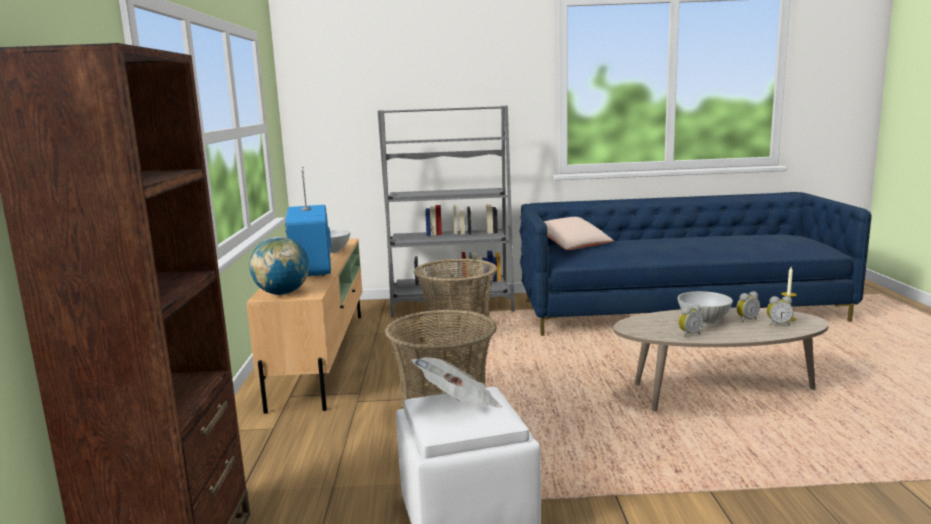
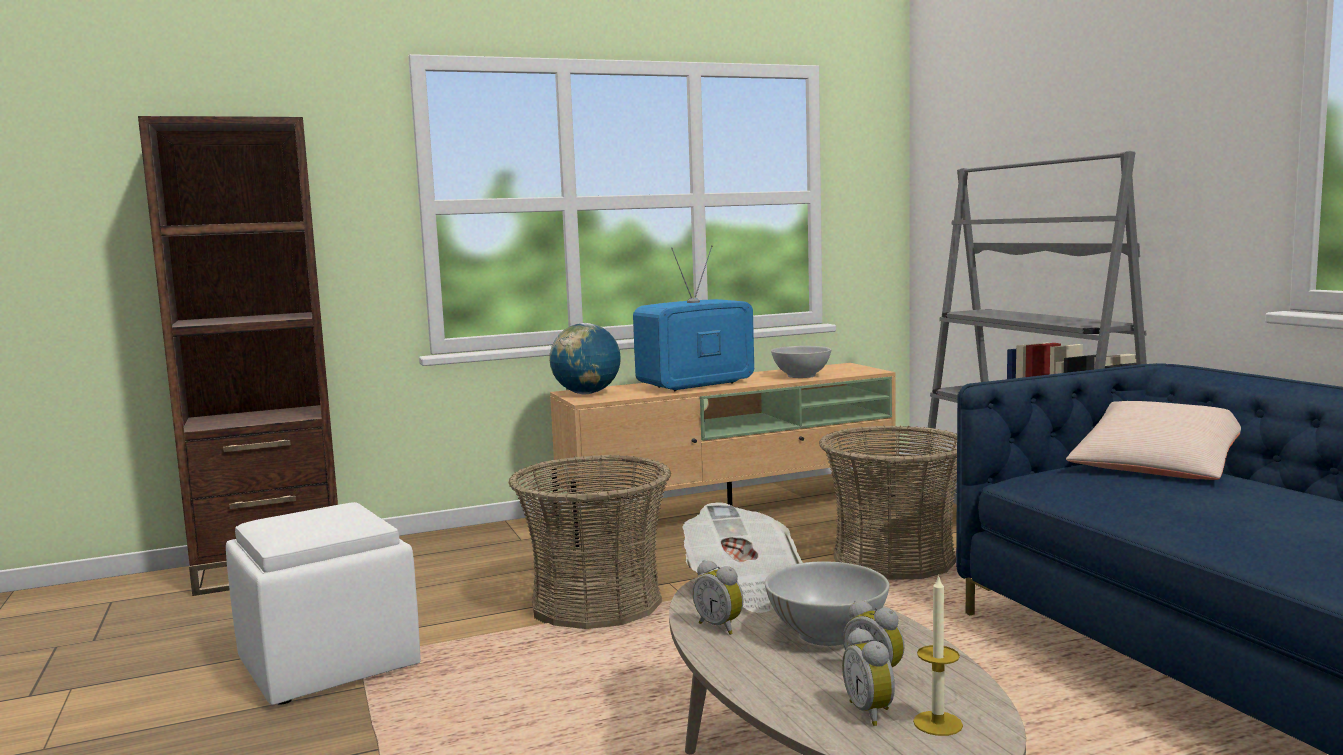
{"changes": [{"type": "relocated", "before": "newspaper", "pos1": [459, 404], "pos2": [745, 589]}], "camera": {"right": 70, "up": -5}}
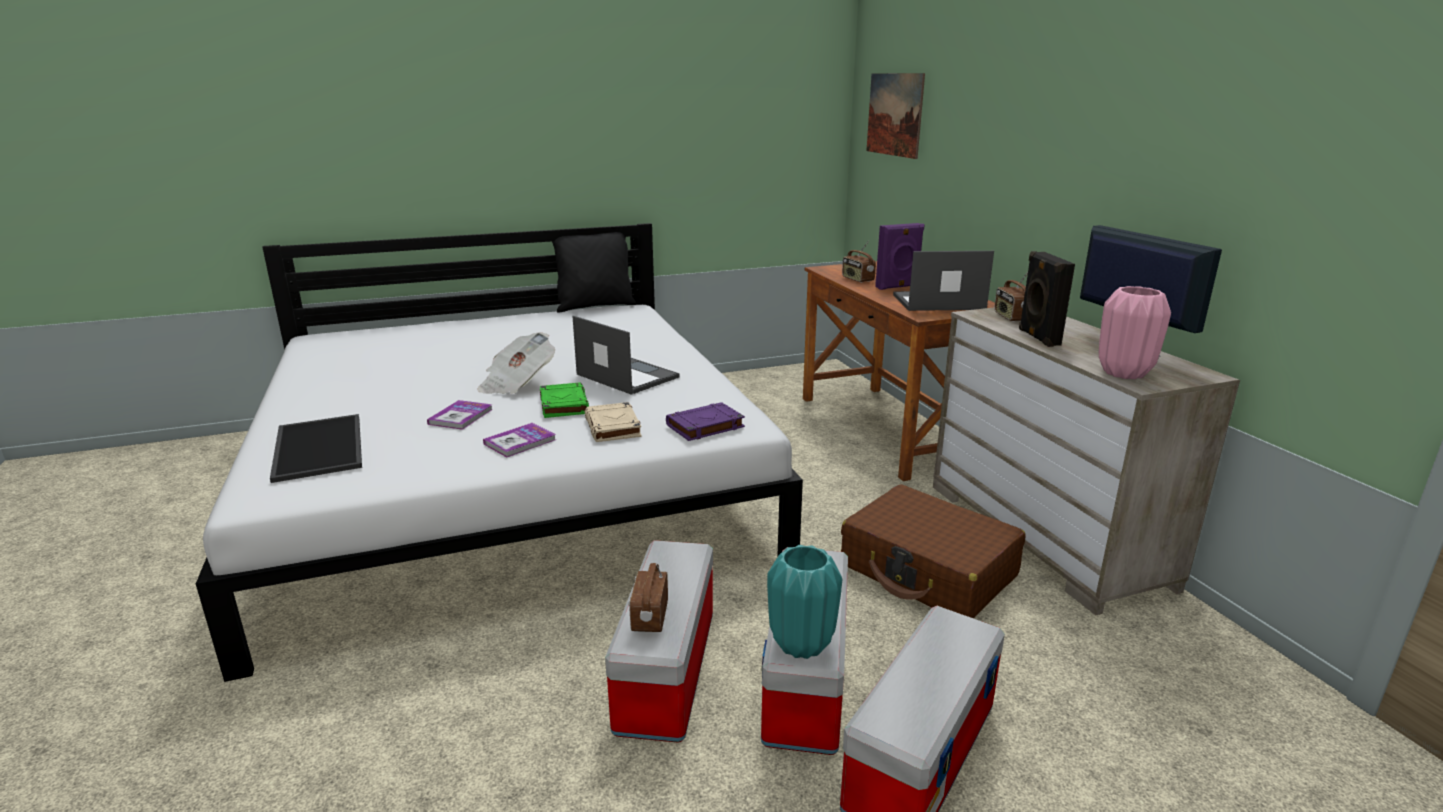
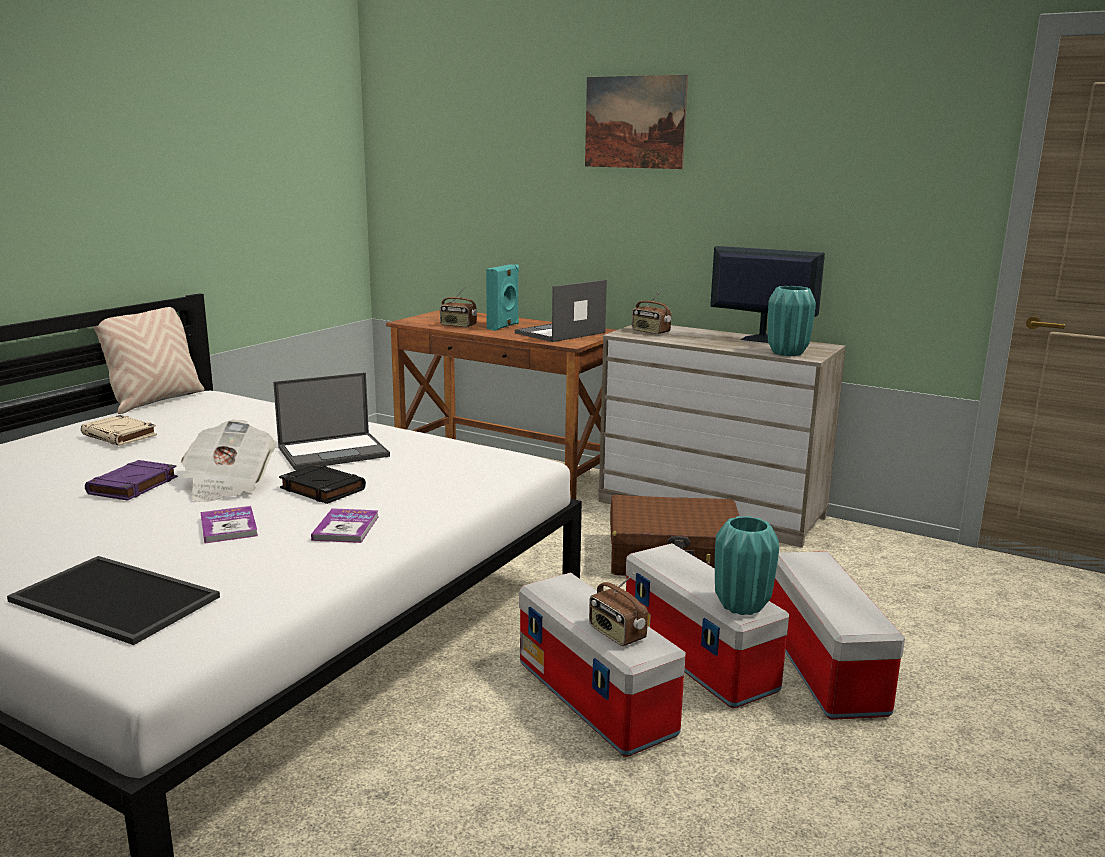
{"changes": [{"type": "colour", "before": "book in green", "after": "book in black", "pos1": [563, 404], "pos2": [321, 489]}, {"type": "colour", "before": "pillow in black", "after": "pillow in beige", "pos1": [595, 306], "pos2": [155, 401]}, {"type": "spun", "before": "laptop", "pos1": [626, 376], "pos2": [334, 452], "turn": 150}, {"type": "relocated", "before": "book in beige", "pos1": [613, 427], "pos2": [120, 435]}, {"type": "relocated", "before": "book in purple", "pos1": [704, 426], "pos2": [132, 486]}, {"type": "relocated", "before": "picture", "pos1": [894, 114], "pos2": [634, 122]}, {"type": "colour", "before": "speaker in purple", "after": "speaker in turquoise", "pos1": [897, 287], "pos2": [504, 326]}, {"type": "missing", "before": "speaker in black", "pos1": [1037, 337]}, {"type": "colour", "before": "vase in pink", "after": "vase in turquoise", "pos1": [1124, 373], "pos2": [787, 353]}], "camera": {"right": -40, "up": -5}}
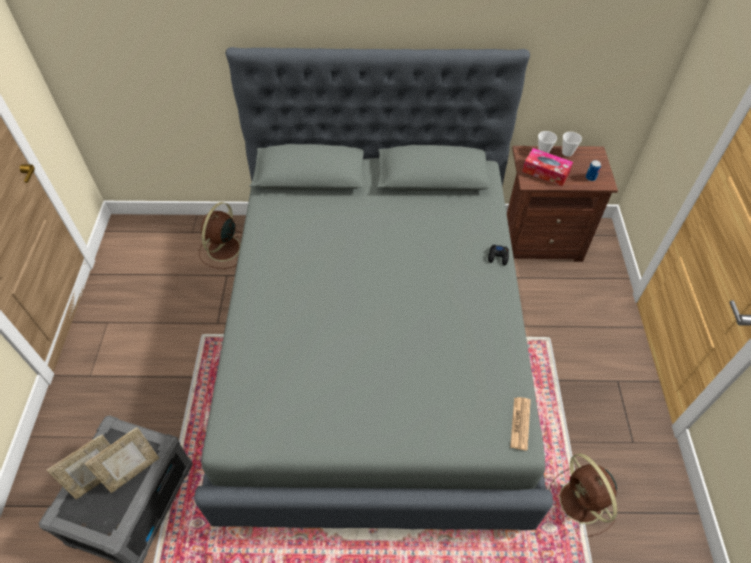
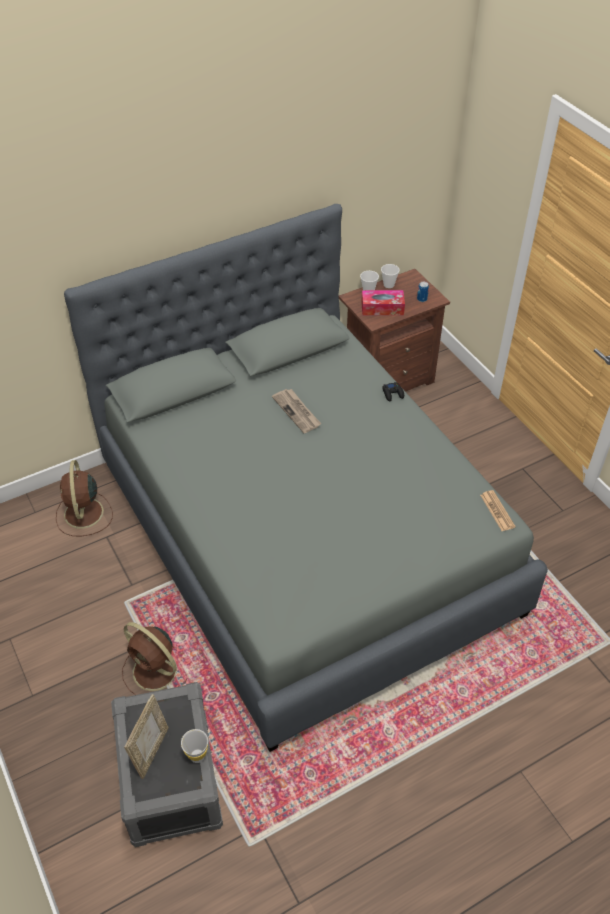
{"changes": [{"type": "missing", "before": "picture frame", "pos1": [133, 471]}, {"type": "relocated", "before": "fan in brown", "pos1": [582, 503], "pos2": [156, 672]}, {"type": "appeared", "after": "cup in white", "pos2": [197, 756]}, {"type": "appeared", "after": "newspaper", "pos2": [297, 412]}], "camera": {"right": -30, "up": -5}}
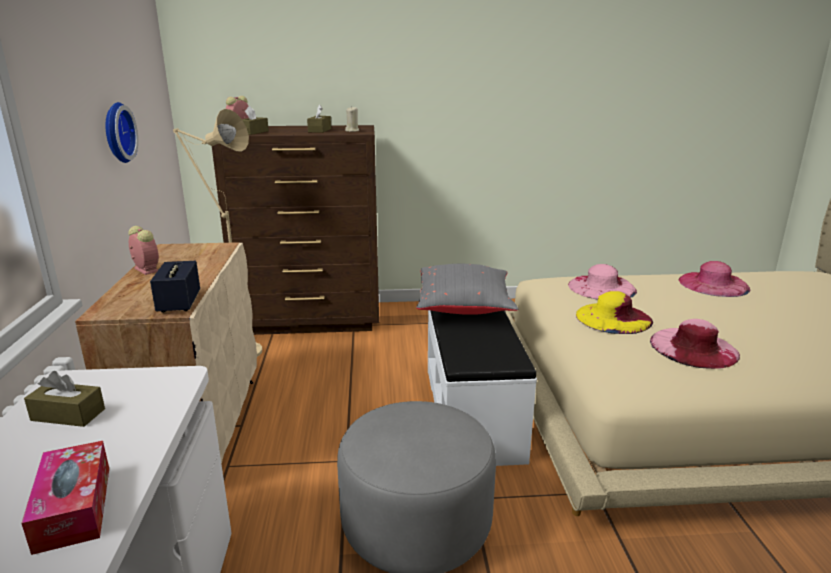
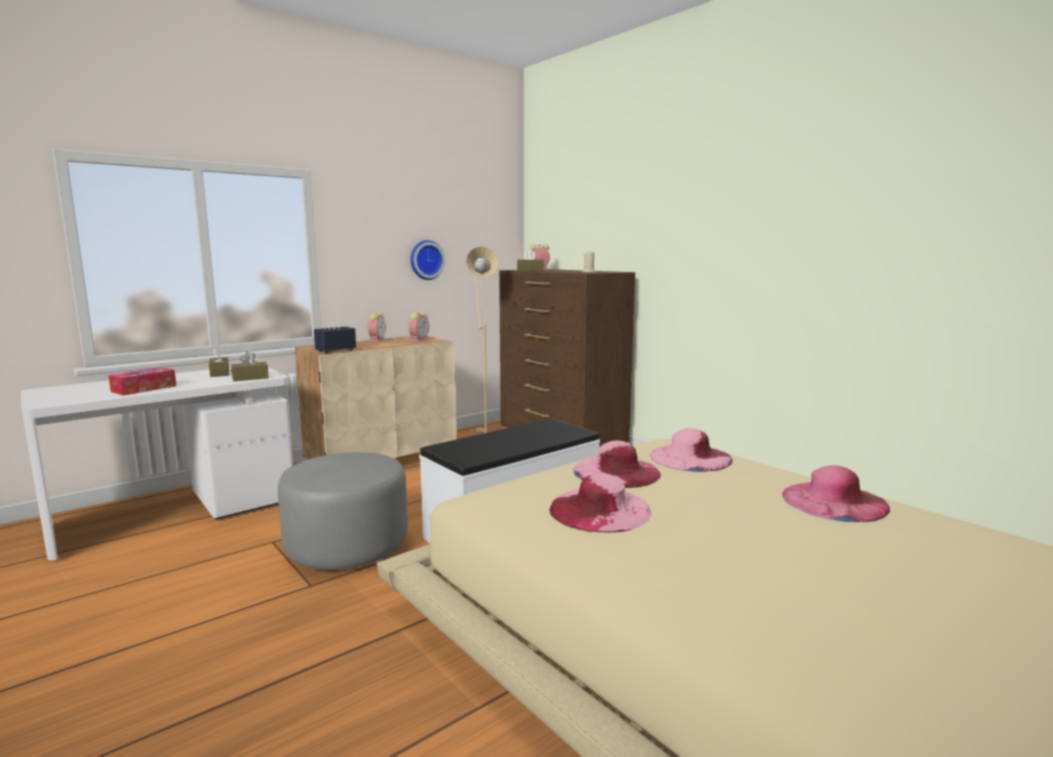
{"changes": [{"type": "relocated", "before": "tissue box in brown", "pos1": [319, 130], "pos2": [250, 378]}, {"type": "missing", "before": "pillow in grey", "pos1": [464, 307]}, {"type": "colour", "before": "hat in yellow", "after": "hat in pink", "pos1": [613, 317], "pos2": [616, 471]}, {"type": "appeared", "after": "alarm clock", "pos2": [419, 340]}], "camera": {"right": 55, "up": -10}}
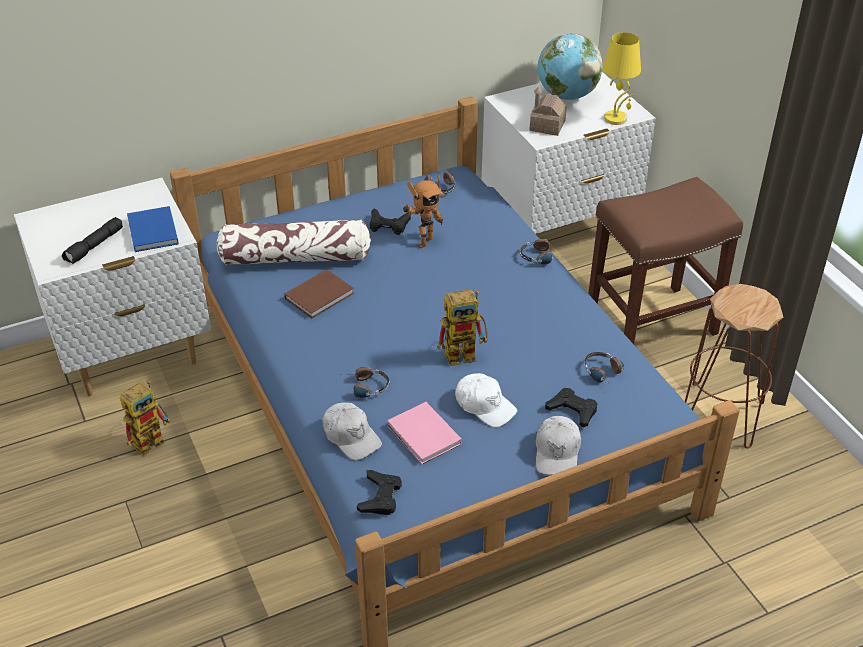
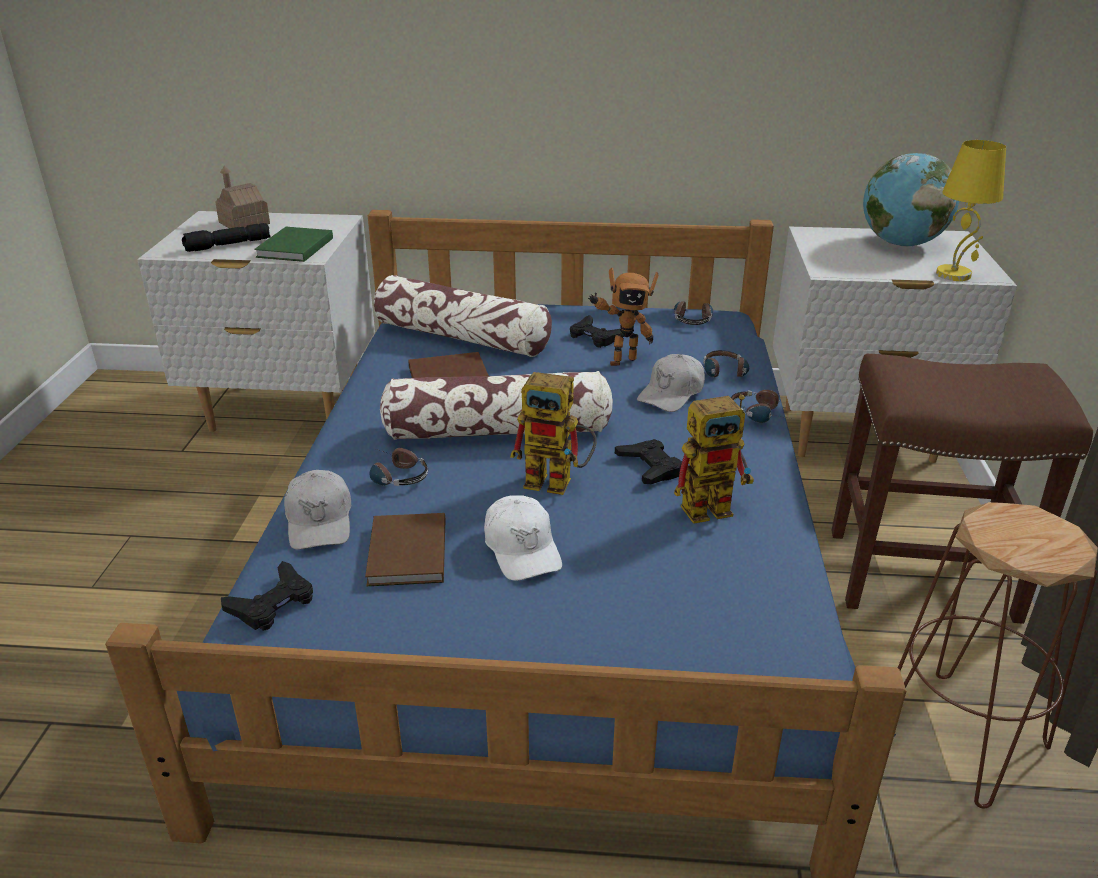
{"changes": [{"type": "relocated", "before": "toy robot", "pos1": [152, 439], "pos2": [714, 506]}, {"type": "colour", "before": "book in blue", "after": "book in green", "pos1": [152, 232], "pos2": [293, 248]}, {"type": "colour", "before": "book in pink", "after": "book in brown", "pos1": [424, 436], "pos2": [406, 555]}, {"type": "relocated", "before": "toy house", "pos1": [547, 126], "pos2": [244, 223]}, {"type": "relocated", "before": "cap in white", "pos1": [557, 452], "pos2": [672, 393]}, {"type": "relocated", "before": "game controller in black", "pos1": [572, 410], "pos2": [649, 467]}, {"type": "relocated", "before": "headphones", "pos1": [606, 374], "pos2": [725, 374]}, {"type": "appeared", "after": "pillow", "pos2": [498, 431]}], "camera": {"right": 30, "up": -10}}
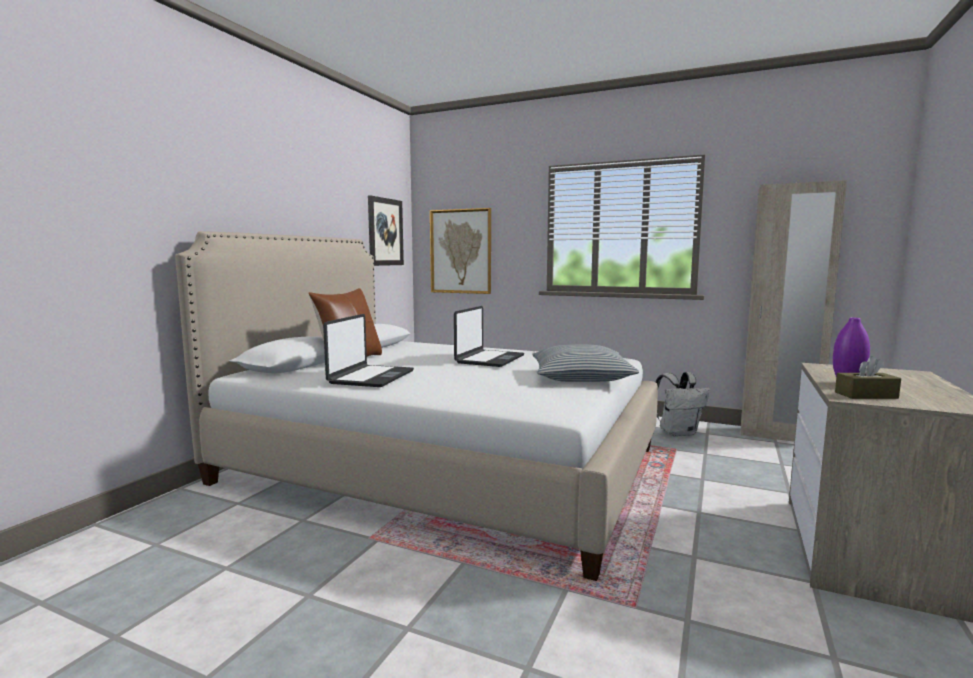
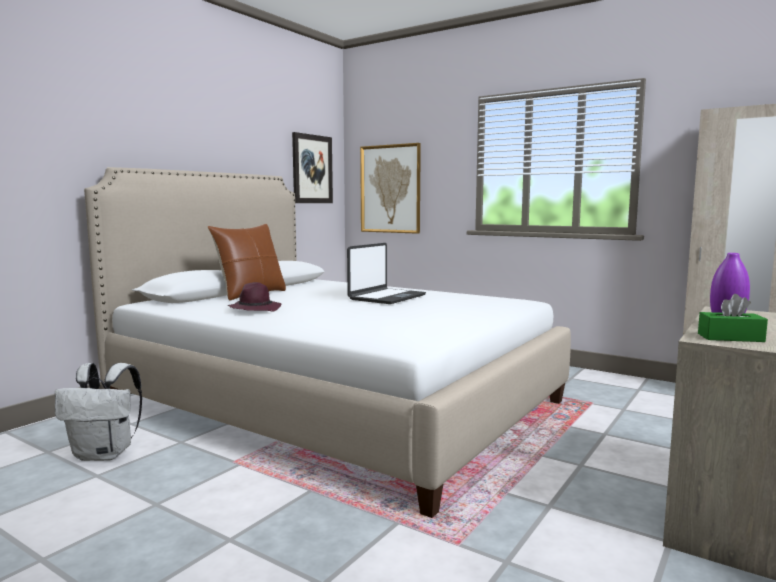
{"changes": [{"type": "exchanged", "before": "laptop", "after": "hat in purple", "pos1": [371, 377], "pos2": [255, 309]}, {"type": "missing", "before": "pillow", "pos1": [580, 377]}, {"type": "relocated", "before": "backpack in white", "pos1": [678, 432], "pos2": [105, 454]}, {"type": "colour", "before": "tissue box in brown", "after": "tissue box in green", "pos1": [866, 395], "pos2": [730, 337]}], "camera": {"right": 10, "up": 0}}
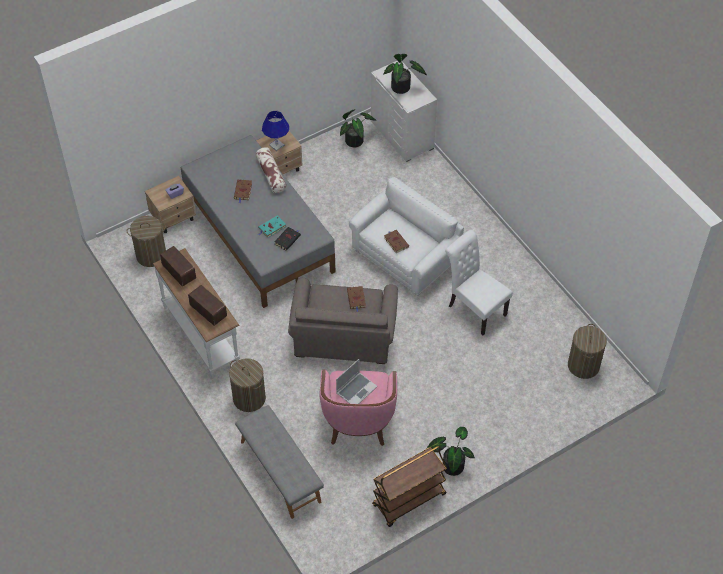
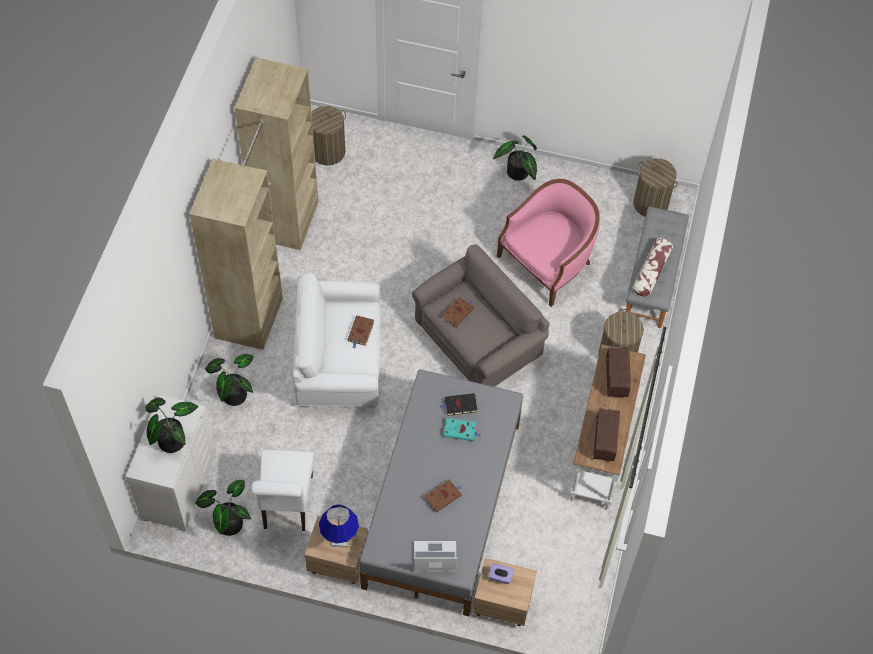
{"changes": [{"type": "relocated", "before": "laundry basket", "pos1": [151, 255], "pos2": [650, 204]}, {"type": "relocated", "before": "pillow", "pos1": [271, 174], "pos2": [651, 272]}, {"type": "relocated", "before": "laptop", "pos1": [356, 389], "pos2": [434, 558]}, {"type": "missing", "before": "cart in brown", "pos1": [409, 500]}, {"type": "relocated", "before": "chair in white", "pos1": [474, 308], "pos2": [286, 506]}, {"type": "appeared", "after": "wardrobe in beige", "pos2": [268, 267]}, {"type": "appeared", "after": "potted plant", "pos2": [233, 393]}], "camera": {"right": -135, "up": 5}}
